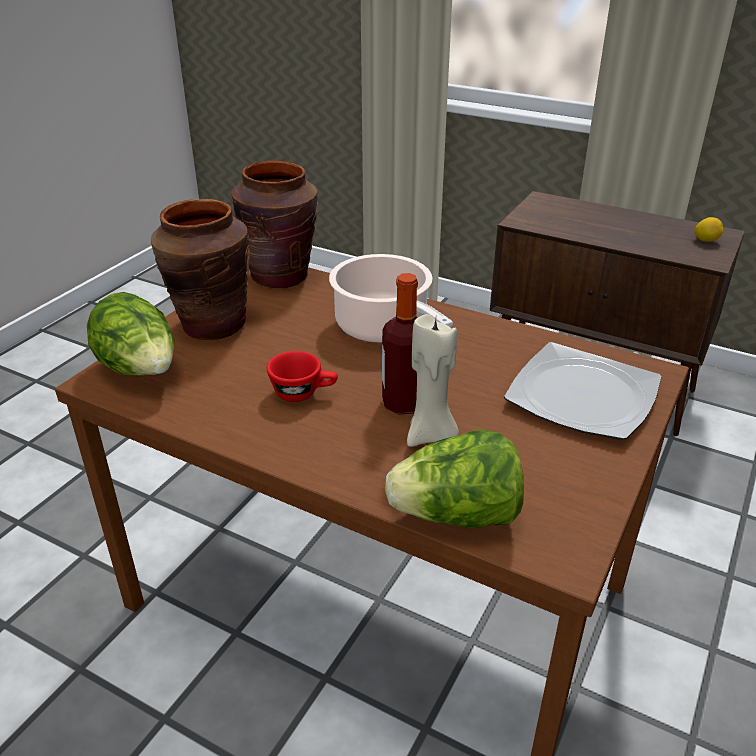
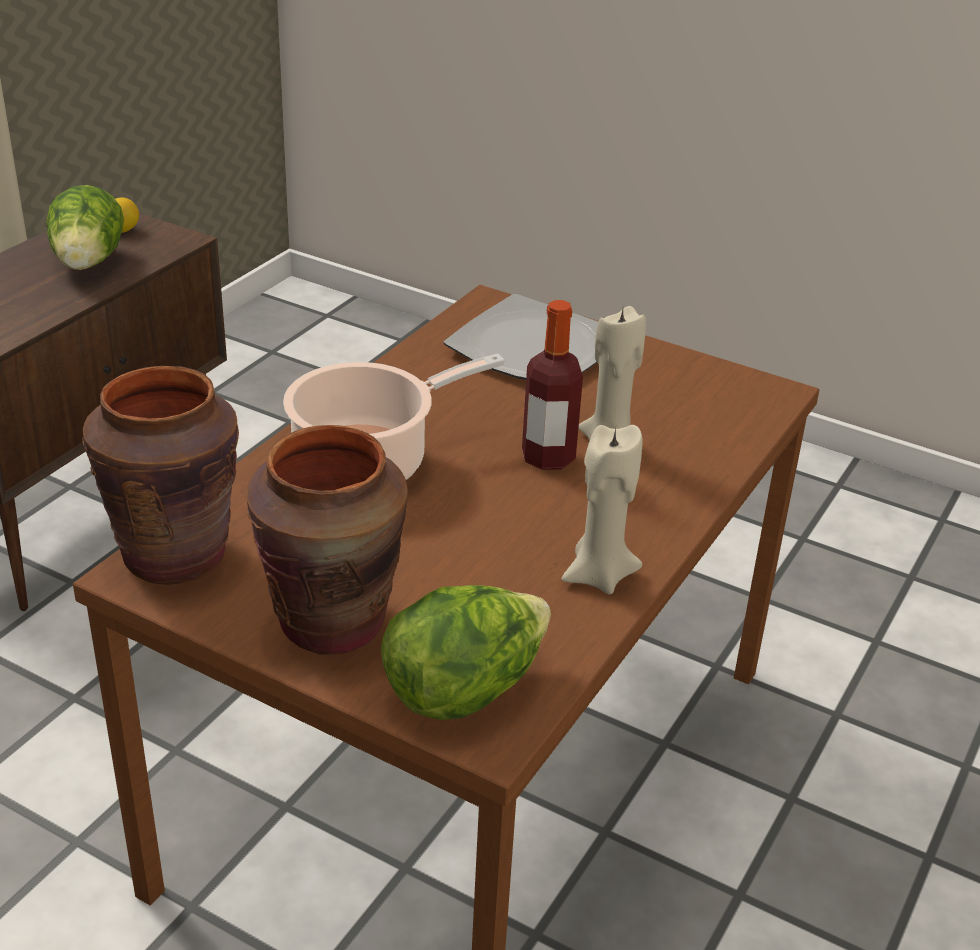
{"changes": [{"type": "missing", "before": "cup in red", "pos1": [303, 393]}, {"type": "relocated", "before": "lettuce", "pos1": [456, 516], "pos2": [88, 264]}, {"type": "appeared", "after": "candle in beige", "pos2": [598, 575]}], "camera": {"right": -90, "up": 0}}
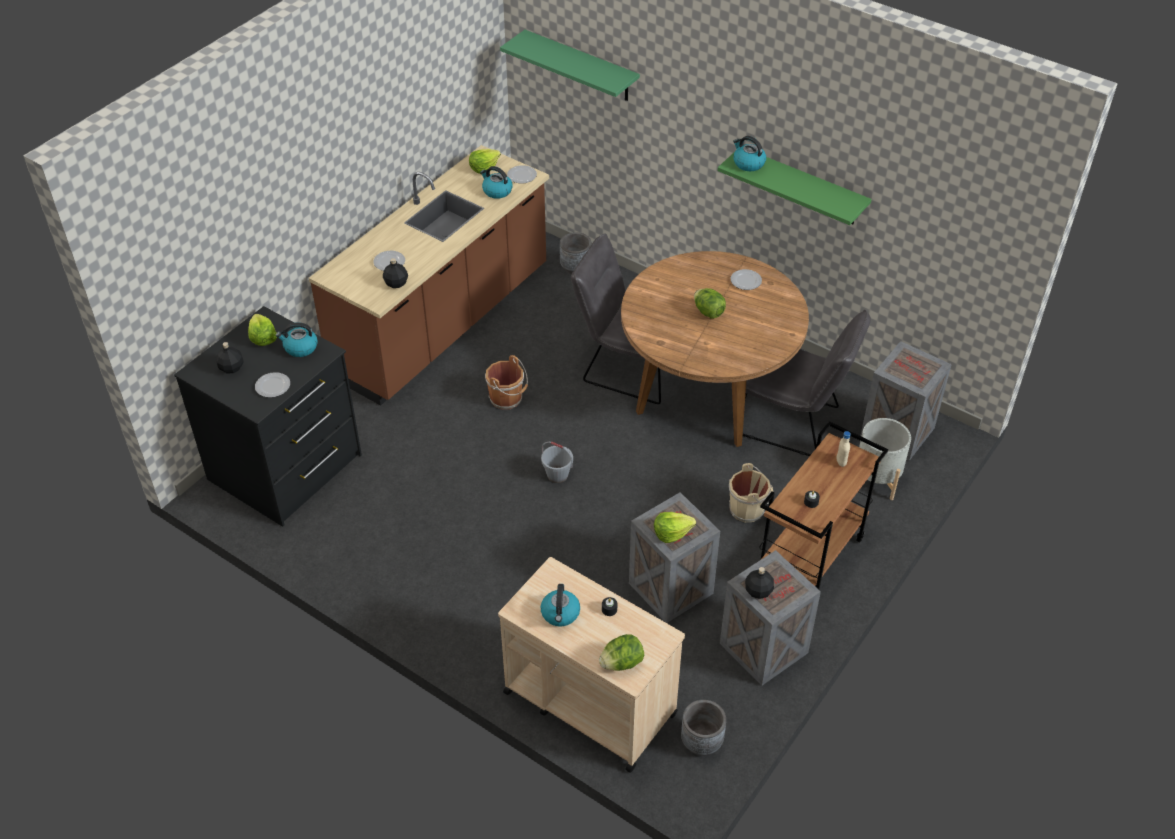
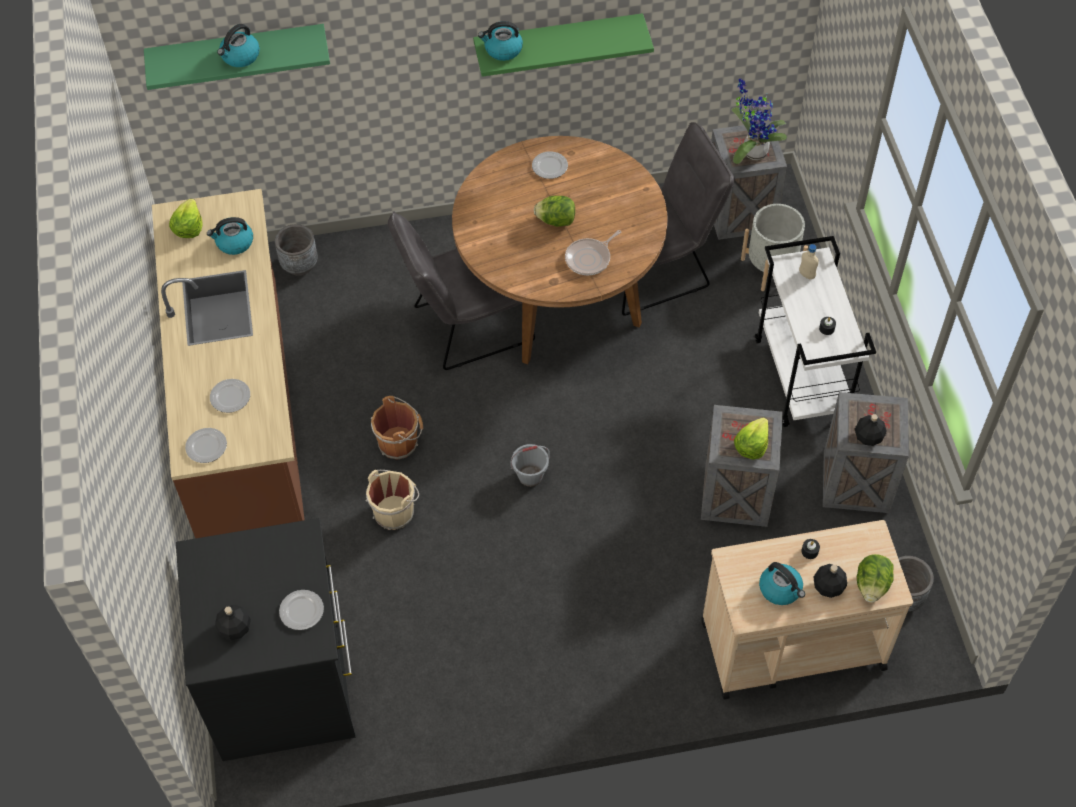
{"changes": [{"type": "missing", "before": "lettuce", "pos1": [262, 338]}, {"type": "relocated", "before": "kettle", "pos1": [300, 348], "pos2": [240, 56]}, {"type": "relocated", "before": "bottle in black", "pos1": [396, 283], "pos2": [828, 586]}, {"type": "relocated", "before": "plate", "pos1": [522, 176], "pos2": [206, 446]}, {"type": "relocated", "before": "bucket in beige", "pos1": [748, 509], "pos2": [395, 511]}, {"type": "colour", "before": "cart in brown", "after": "cart in white", "pos1": [810, 559], "pos2": [803, 378]}, {"type": "appeared", "after": "frying pan", "pos2": [590, 258]}, {"type": "appeared", "after": "potted plant", "pos2": [752, 151]}], "camera": {"right": -45, "up": 10}}
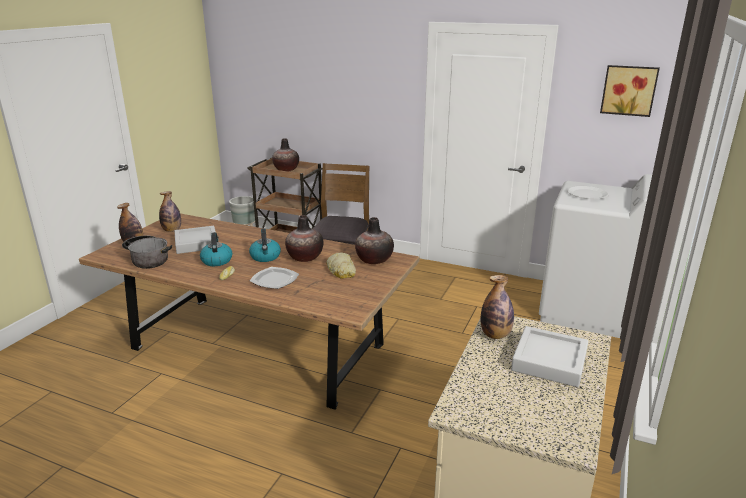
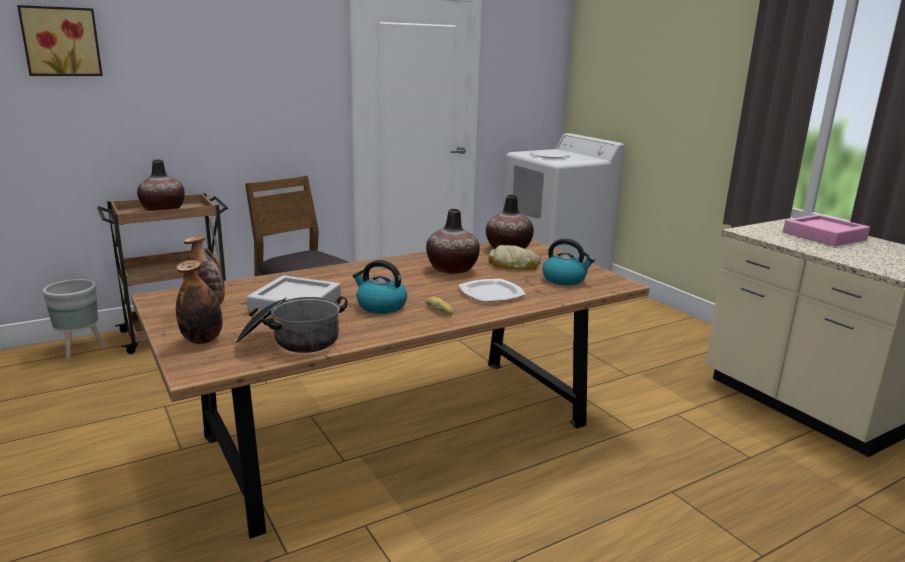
{"changes": [{"type": "relocated", "before": "kettle", "pos1": [265, 257], "pos2": [565, 279]}, {"type": "missing", "before": "bottle", "pos1": [495, 335]}, {"type": "colour", "before": "tray in grey", "after": "tray in pink", "pos1": [549, 361], "pos2": [824, 236]}, {"type": "relocated", "before": "picture", "pos1": [629, 90], "pos2": [61, 41]}], "camera": {"right": -55, "up": -5}}
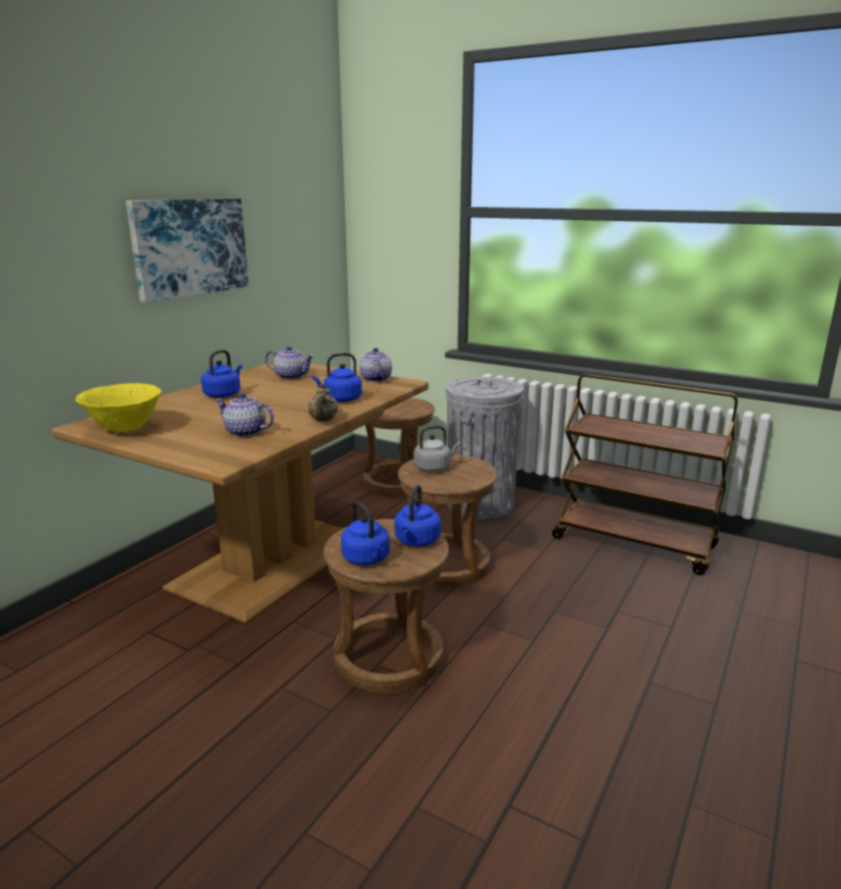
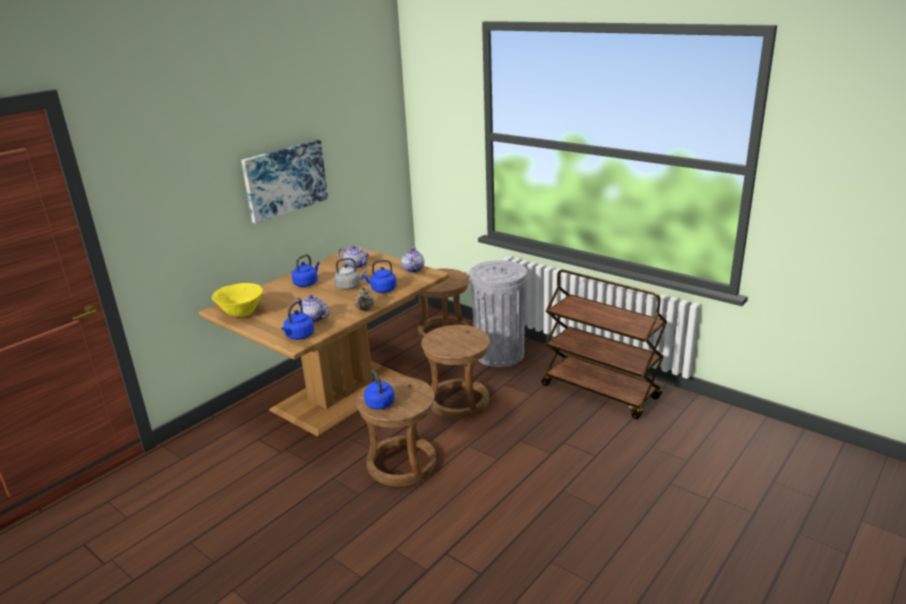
{"changes": [{"type": "relocated", "before": "kettle in blue", "pos1": [416, 541], "pos2": [299, 336]}, {"type": "relocated", "before": "kettle in grey", "pos1": [434, 468], "pos2": [350, 286]}], "camera": {"right": 10, "up": 5}}
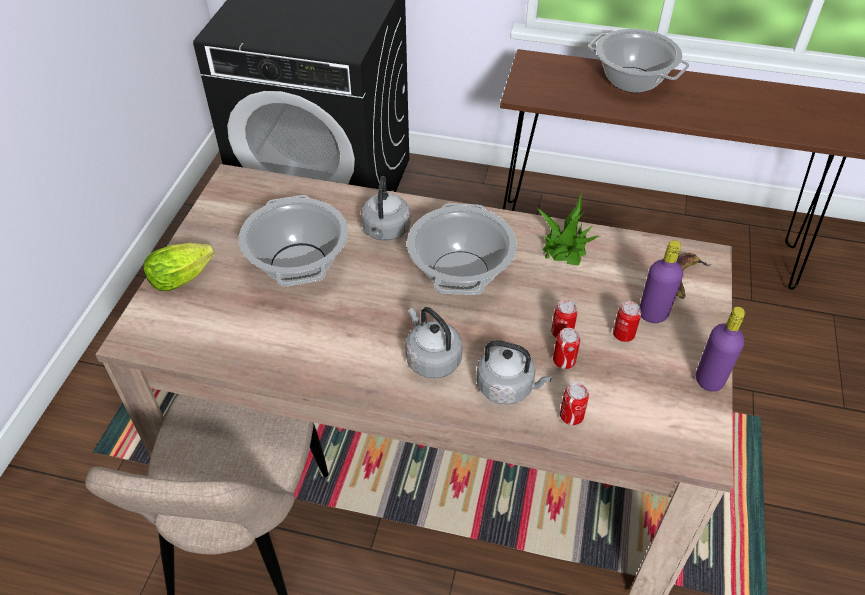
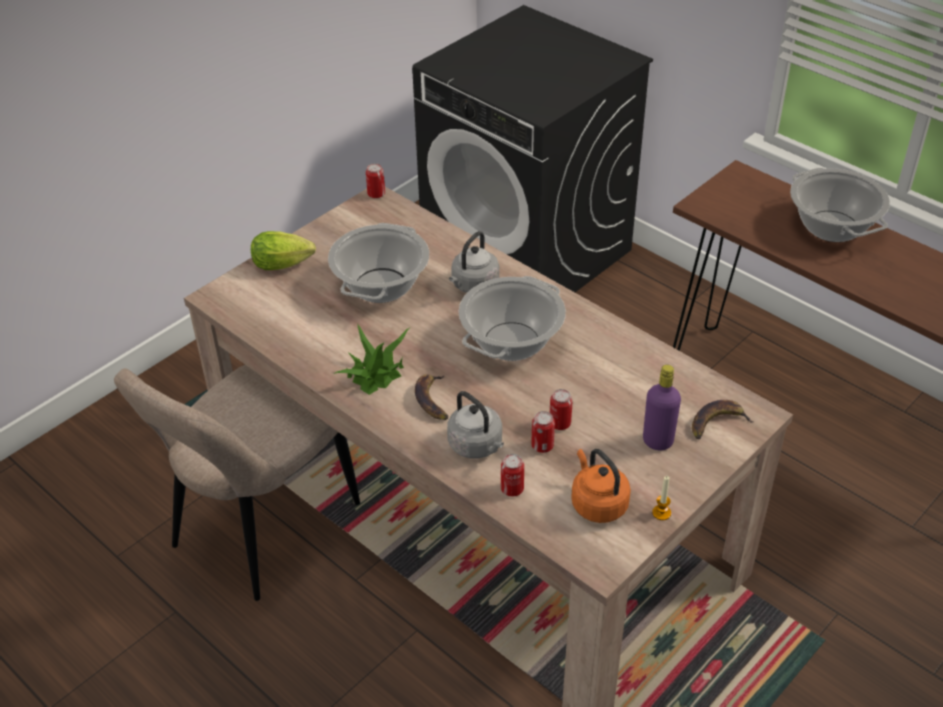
{"changes": [{"type": "exchanged", "before": "kettle in grey", "after": "banana", "pos1": [431, 358], "pos2": [432, 400]}, {"type": "relocated", "before": "potted plant", "pos1": [566, 246], "pos2": [376, 373]}, {"type": "relocated", "before": "can", "pos1": [623, 334], "pos2": [376, 194]}, {"type": "exchanged", "before": "bottle in purple", "after": "candle", "pos1": [709, 380], "pos2": [661, 513]}, {"type": "appeared", "after": "kettle in orange", "pos2": [597, 503]}], "camera": {"right": 30, "up": -5}}
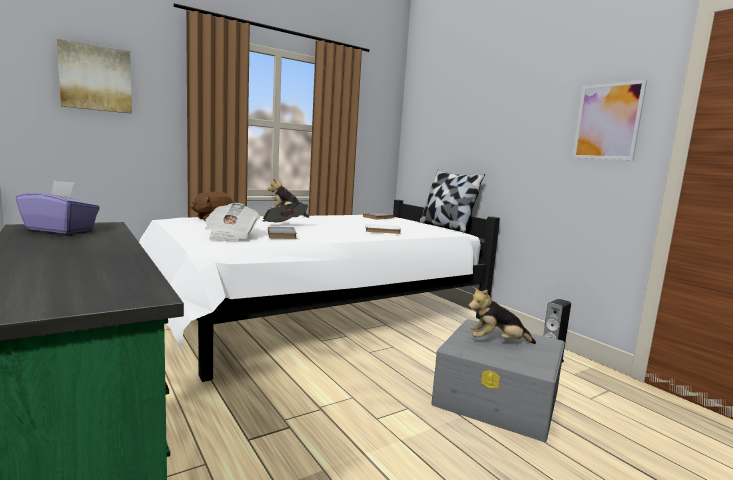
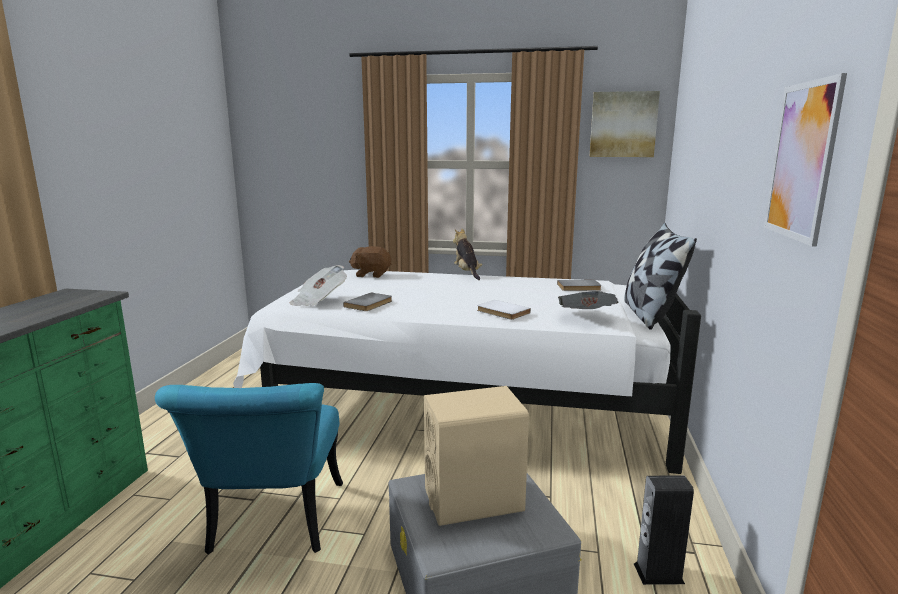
{"changes": [{"type": "missing", "before": "tissue box in purple", "pos1": [61, 230]}, {"type": "relocated", "before": "picture", "pos1": [96, 78], "pos2": [623, 124]}, {"type": "relocated", "before": "newspaper", "pos1": [284, 225], "pos2": [586, 317]}, {"type": "exchanged", "before": "plush toy", "after": "speaker in beige", "pos1": [497, 342], "pos2": [473, 500]}, {"type": "appeared", "after": "chair in turquoise", "pos2": [273, 527]}], "camera": {"right": 45, "up": 5}}
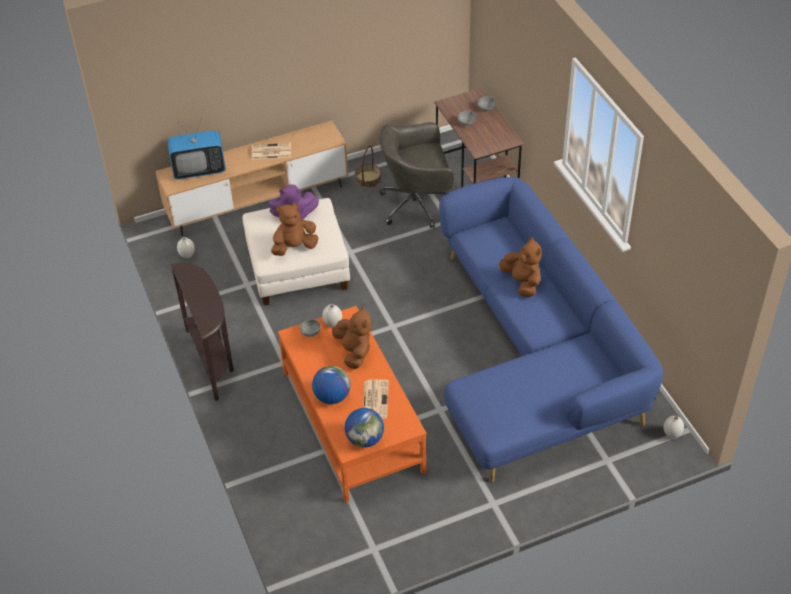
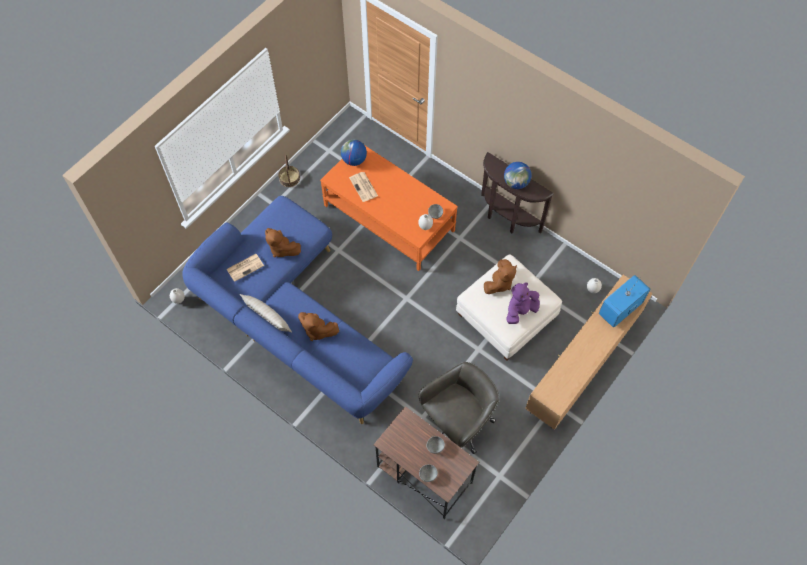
{"changes": [{"type": "relocated", "before": "newspaper", "pos1": [270, 152], "pos2": [245, 267]}, {"type": "relocated", "before": "globe", "pos1": [332, 396], "pos2": [516, 183]}, {"type": "relocated", "before": "plush toy in brown", "pos1": [354, 352], "pos2": [282, 249]}, {"type": "relocated", "before": "basket", "pos1": [368, 179], "pos2": [289, 178]}, {"type": "appeared", "after": "pillow in beige", "pos2": [267, 318]}], "camera": {"right": 150, "up": 15}}
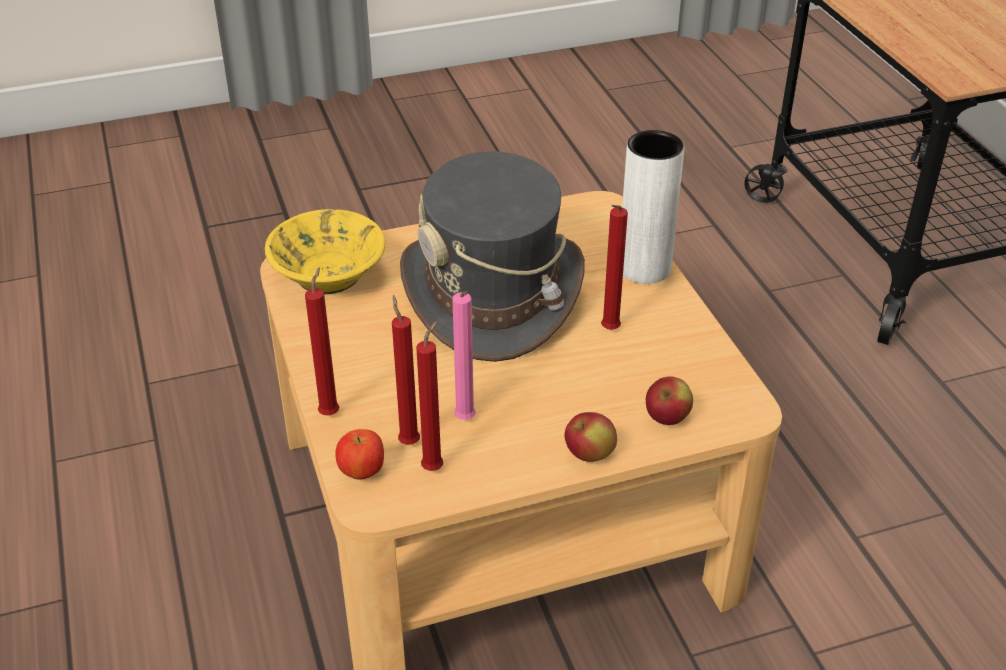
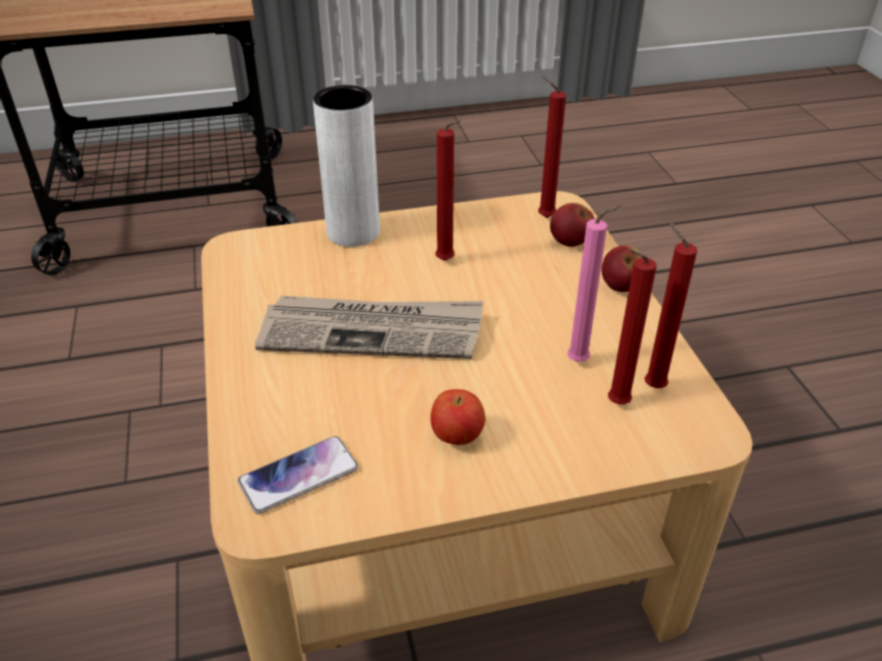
{"changes": [{"type": "exchanged", "before": "bowl in yellow", "after": "phone", "pos1": [328, 277], "pos2": [298, 476]}, {"type": "relocated", "before": "candle in red", "pos1": [331, 412], "pos2": [543, 217]}, {"type": "relocated", "before": "apple", "pos1": [362, 472], "pos2": [457, 436]}, {"type": "exchanged", "before": "hat in grey", "after": "newspaper", "pos1": [493, 294], "pos2": [372, 331]}], "camera": {"right": -85, "up": 0}}
